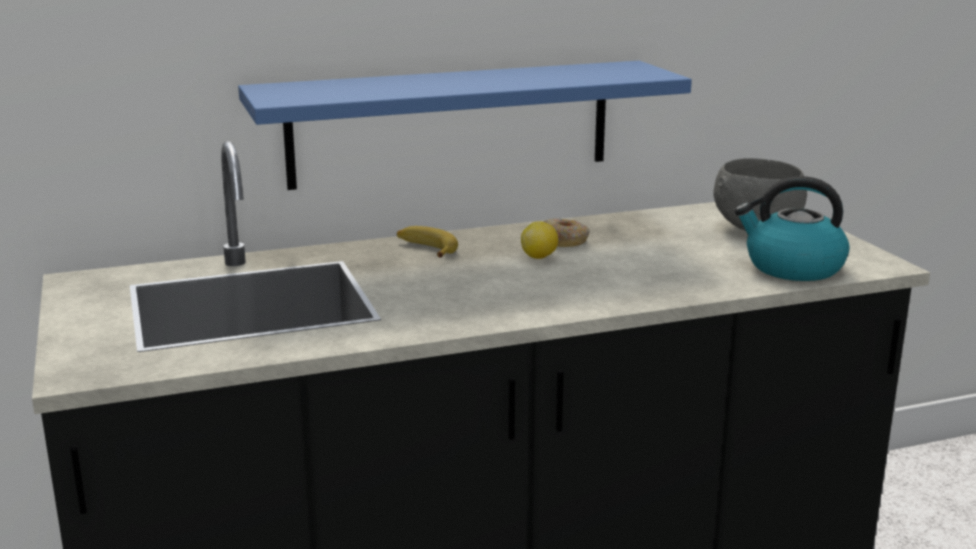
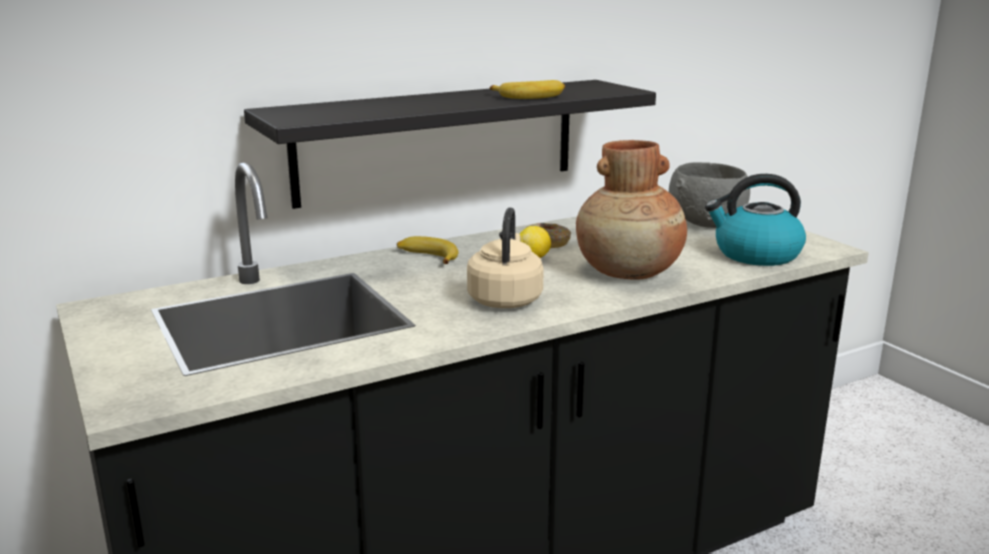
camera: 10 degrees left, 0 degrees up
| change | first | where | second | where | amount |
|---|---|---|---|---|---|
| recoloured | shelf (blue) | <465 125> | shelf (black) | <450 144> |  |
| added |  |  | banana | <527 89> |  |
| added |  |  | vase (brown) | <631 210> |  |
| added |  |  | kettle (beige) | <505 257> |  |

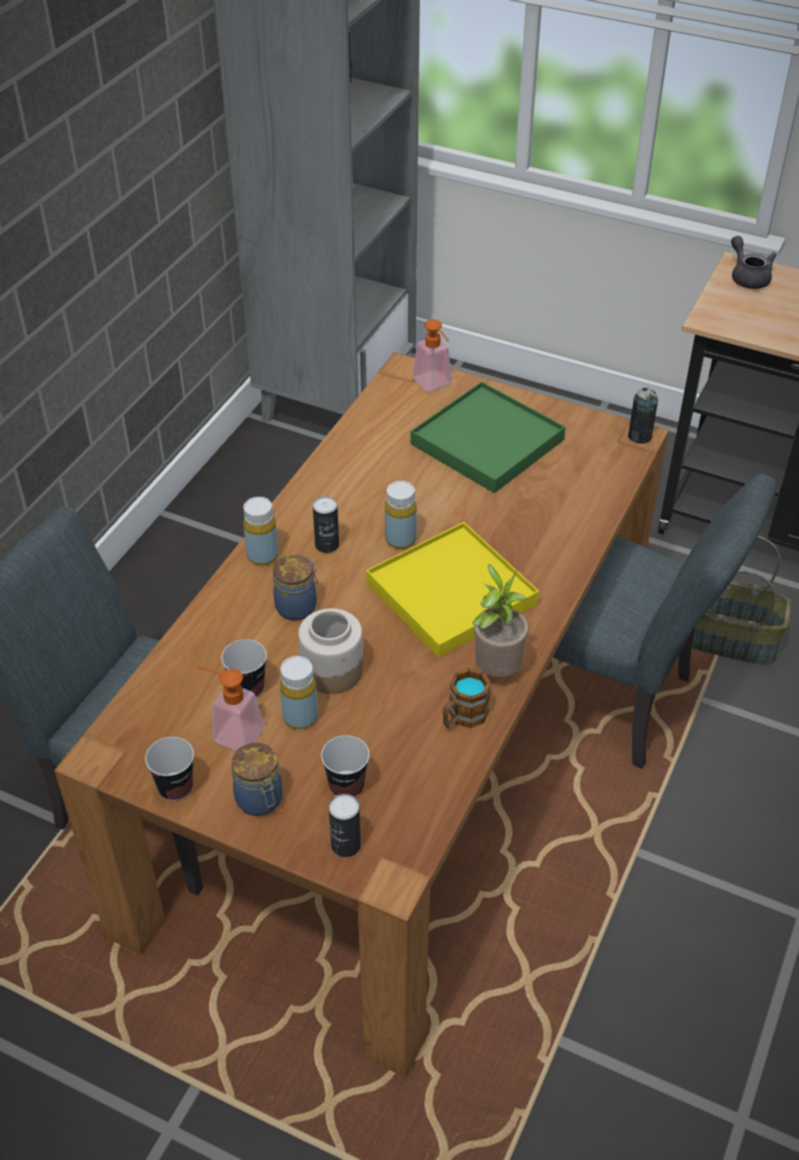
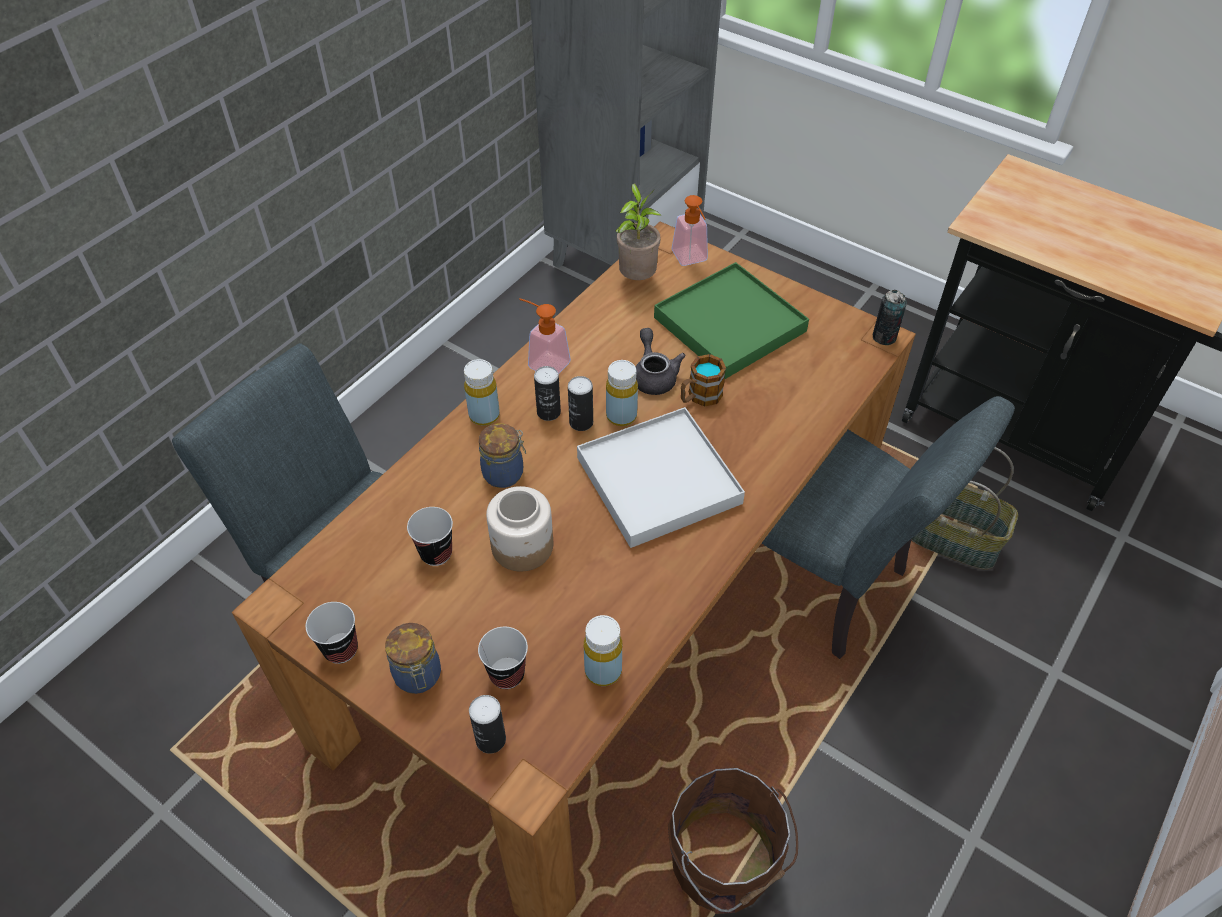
camera: 10 degrees right, 5 degrees up
| change | first | where | second | where | amount |
|---|---|---|---|---|---|
| moved | teapot (grey) | <754 262> |  | <660 361> |  |
| recoloured | tray (yellow) | <452 590> | tray (white) | <661 477> |  |
| moved | potted plant | <500 620> |  | <638 232> |  |
| moved | bottle (yellow) | <299 692> |  | <603 650> |  |
| moved | soap dispenser | <230 708> |  | <545 336> |  |
| moved | mug | <467 698> |  | <703 380> |  |
| added |  |  | can | <580 403> |  |
| added |  |  | bucket (brown) | <733 841> |  |

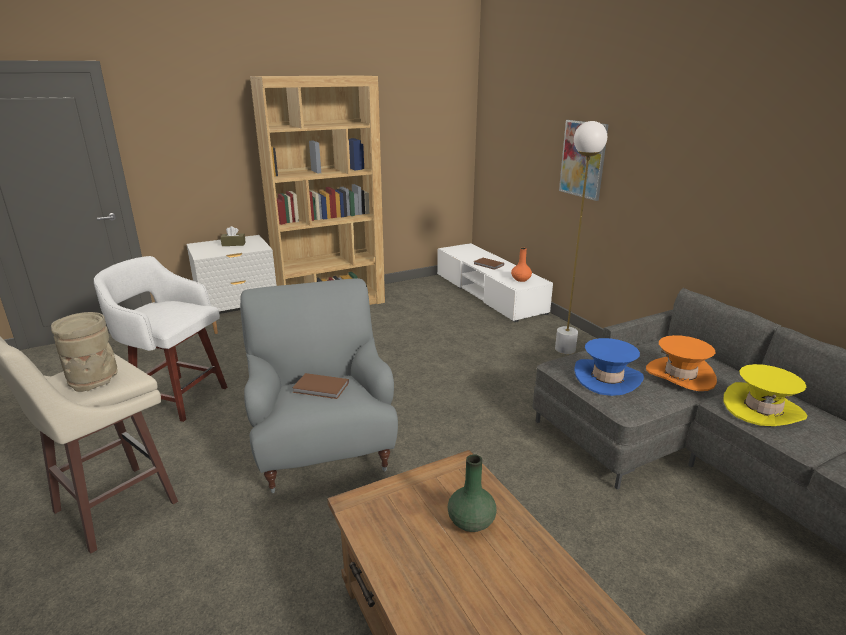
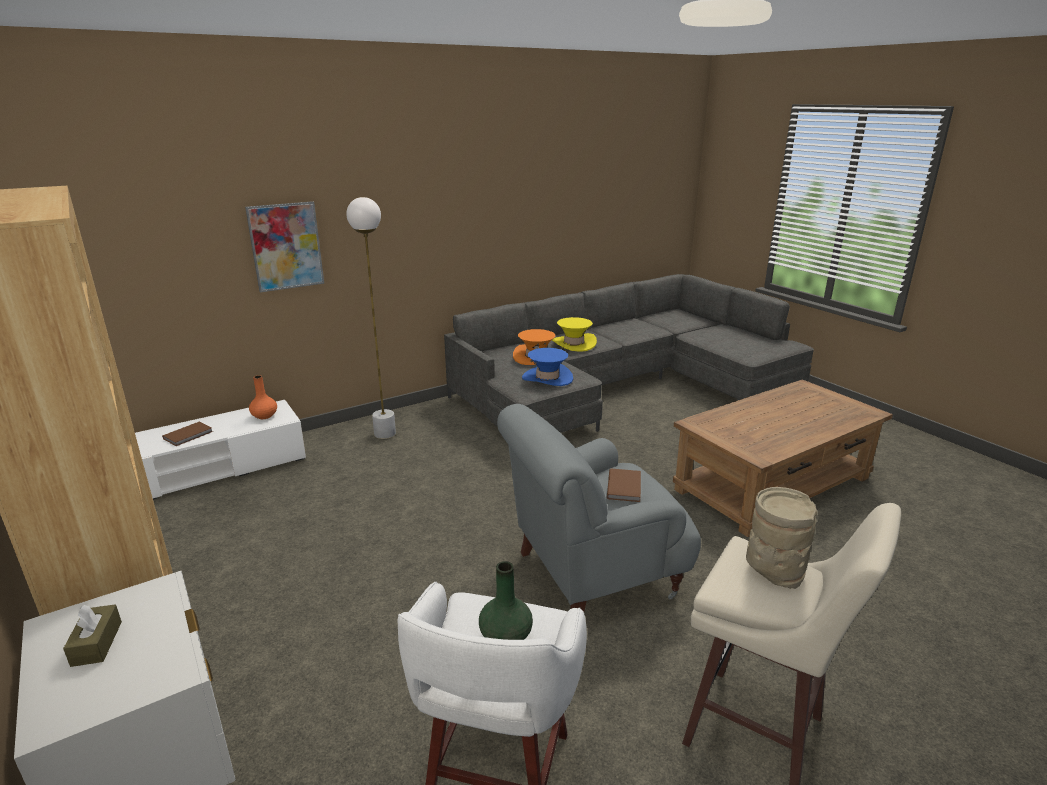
camera: 95 degrees left, 0 degrees up
| change | first | where | second | where | amount |
|---|---|---|---|---|---|
| moved | vase (green) | <472 493> |  | <506 600> |  |

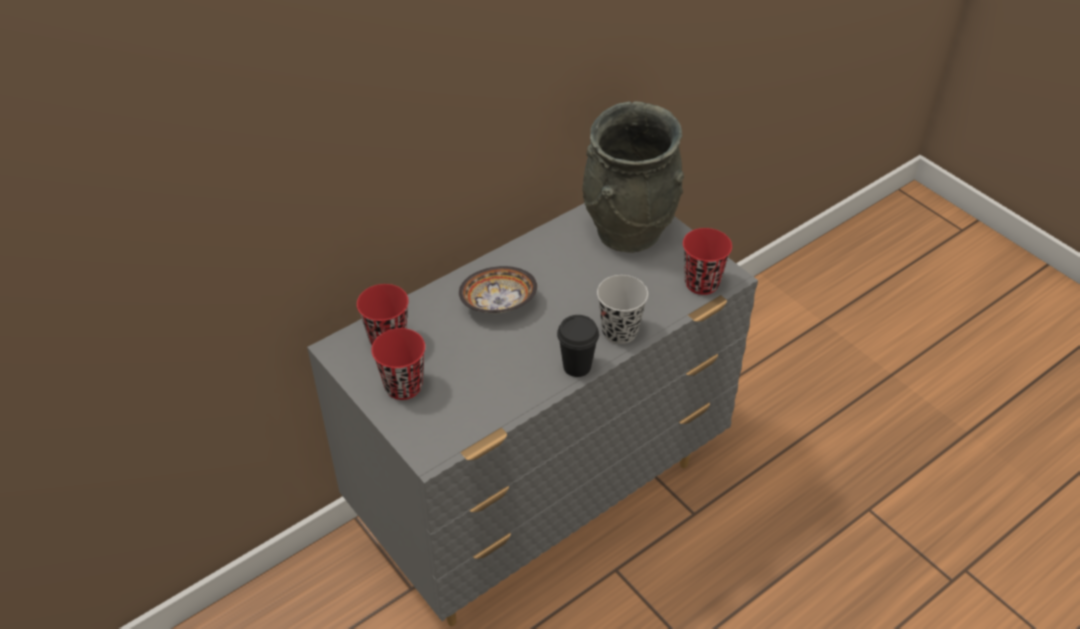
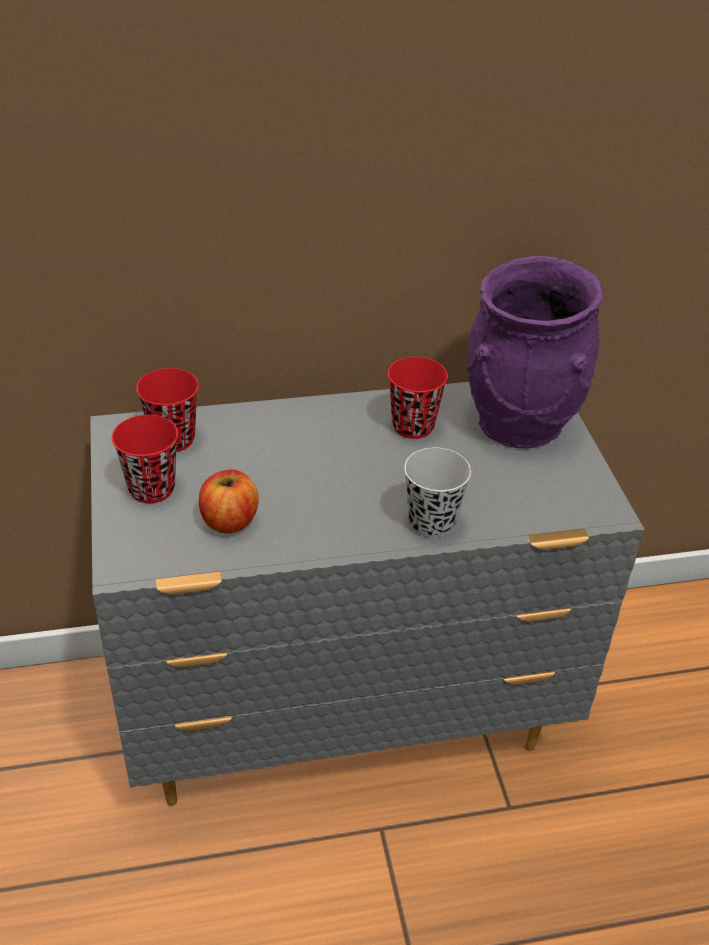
camera: 25 degrees right, 5 degrees down
| change | first | where | second | where | amount |
|---|---|---|---|---|---|
| recoloured | vase (grey) | <633 177> | vase (purple) | <534 352> |  |
| moved | cup (red) | <707 261> |  | <418 398> |  |
| removed | bowl | <498 290> |  |  |  |
| removed | cup (black) | <578 346> |  |  |  |
| added |  |  | apple | <229 501> |  |

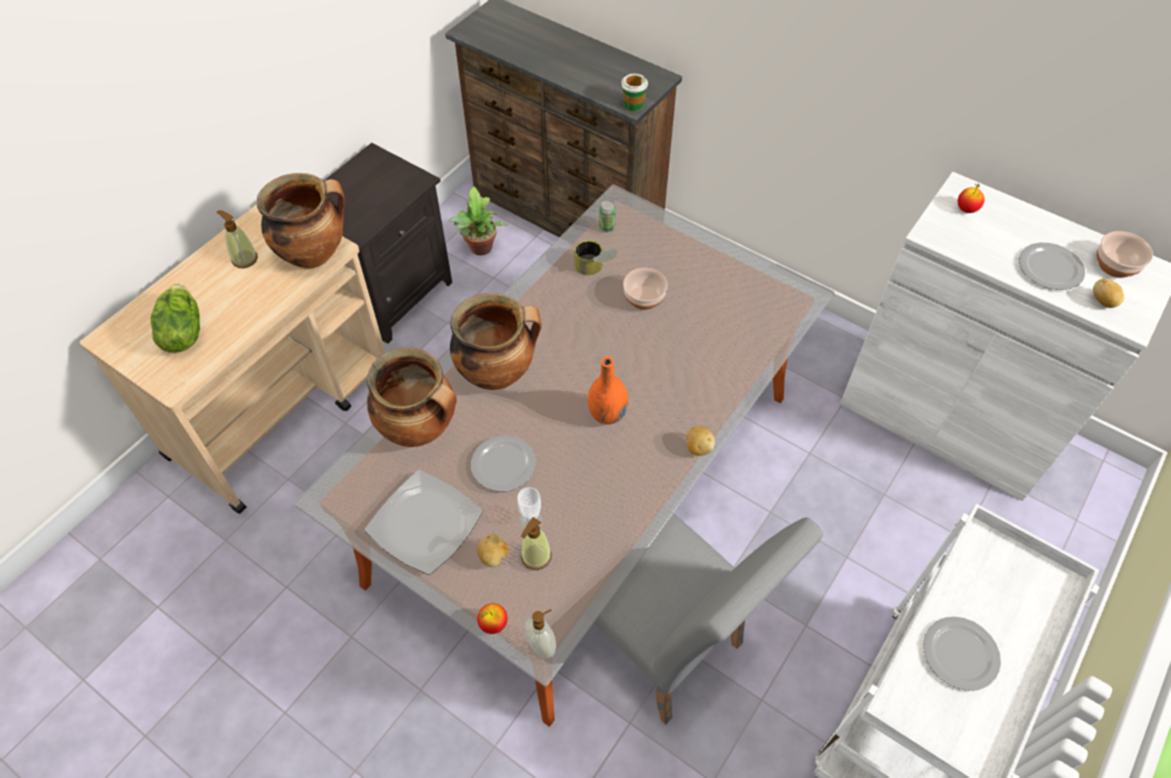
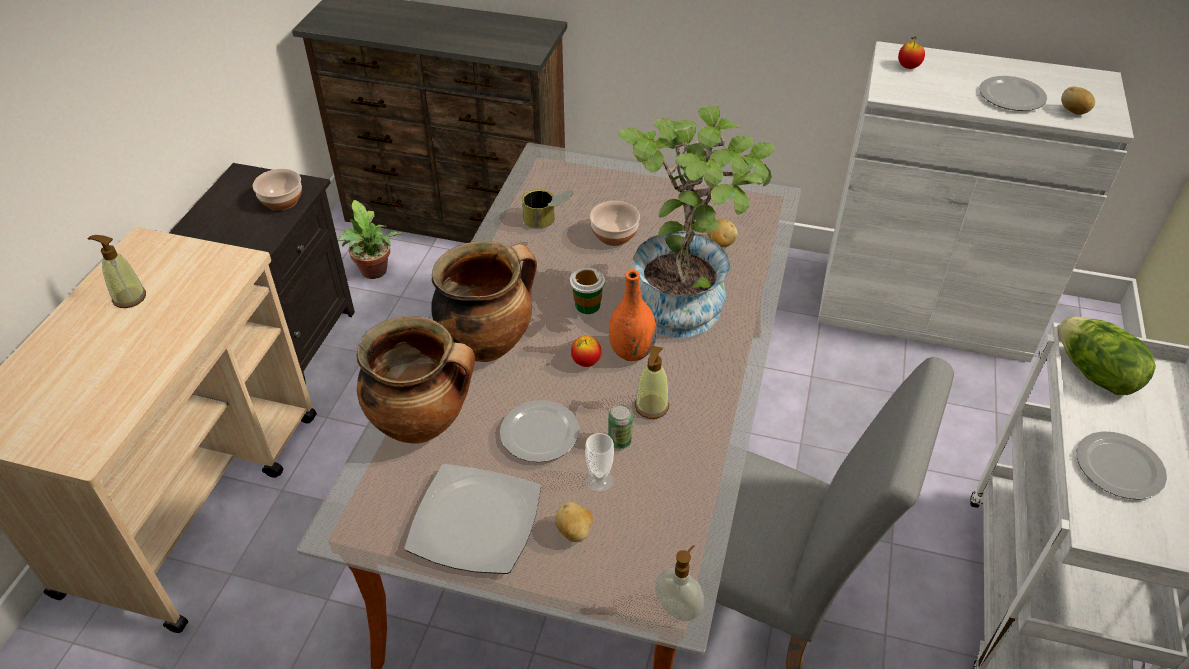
camera: 20 degrees left, 10 degrees down
| change | first | where | second | where | amount |
|---|---|---|---|---|---|
| moved | cup | <634 92> |  | <587 291> |  |
| removed | cooking pot | <301 221> |  |  |  |
| moved | can | <607 216> |  | <620 426> |  |
| moved | bowl | <1125 254> |  | <277 190> |  |
| moved | lettuce | <175 318> |  | <1107 356> |  |
| moved | potato | <700 441> |  | <721 233> |  |
| moved | soap dispenser | <536 543> |  | <652 382> |  |
| moved | apple | <492 618> |  | <586 351> |  |
| added |  |  | potted plant | <696 221> |  |

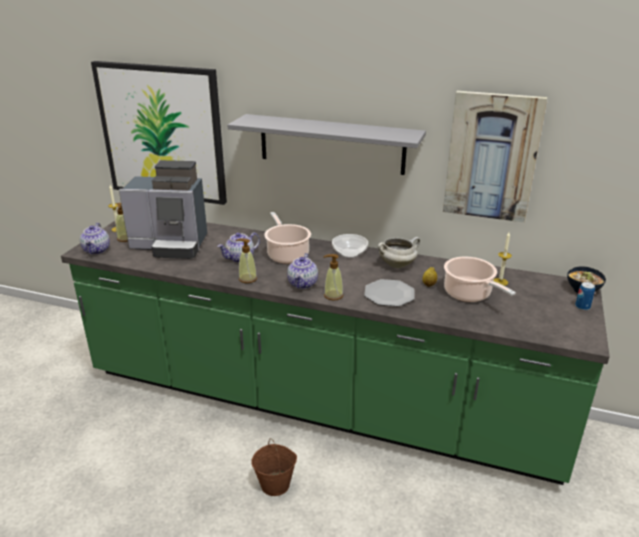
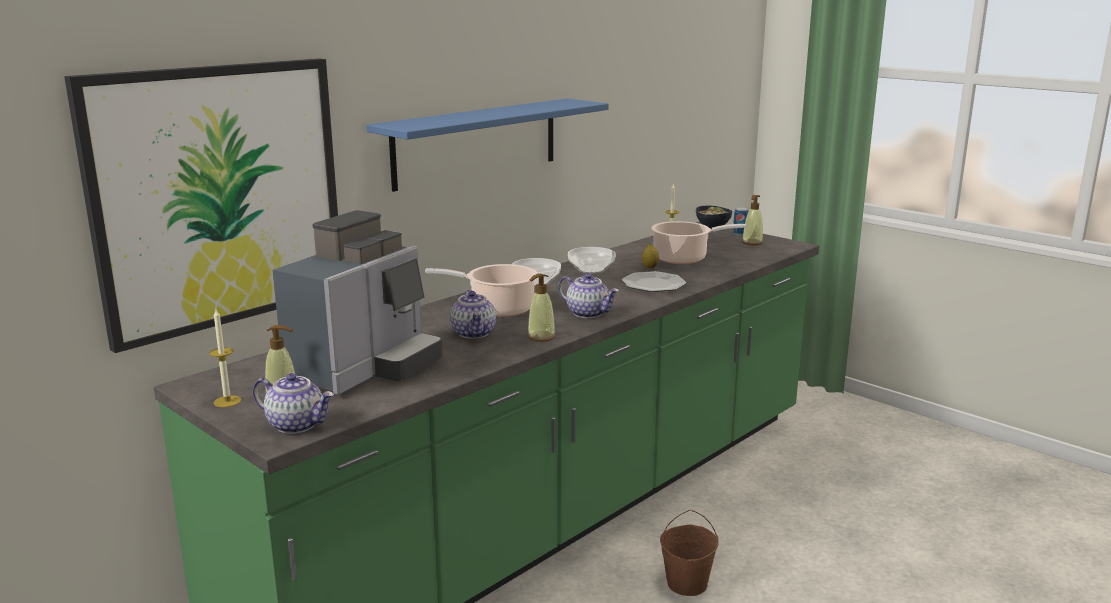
camera: 65 degrees left, 10 degrees down
| change | first | where | second | where | amount |
|---|---|---|---|---|---|
| removed | picture | <495 156> |  |  |  |
| recoloured | shelf (grey) | <326 144> | shelf (blue) | <487 145> |  |
| replaced | cooking pot (white) | <399 252> | bowl | <592 260> |  |
| moved | soap dispenser | <333 277> |  | <752 220> |  |

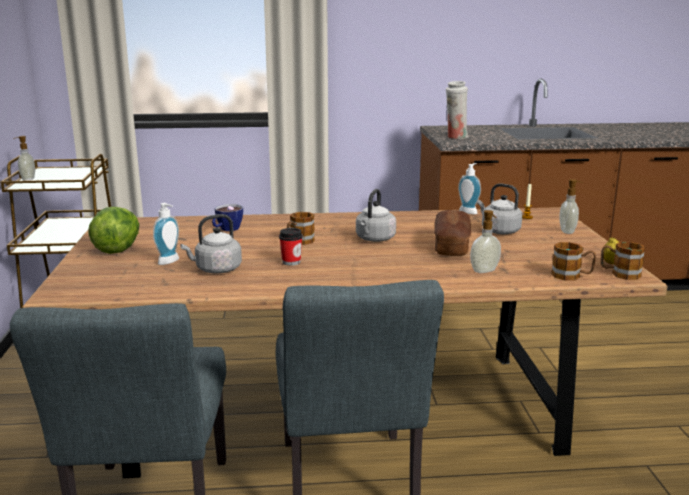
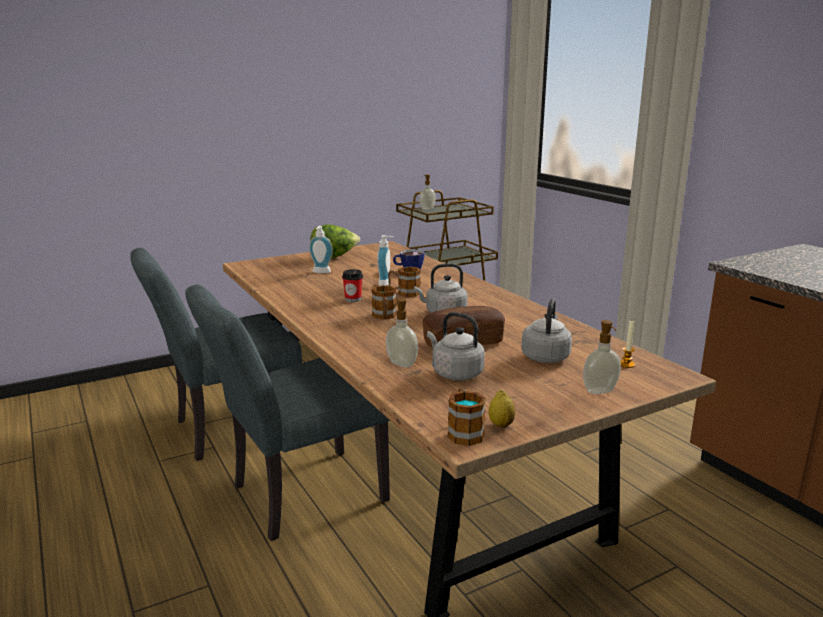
camera: 65 degrees right, 0 degrees up
| change | first | where | second | where | amount |
|---|---|---|---|---|---|
| removed | vase (white) | <457 110> |  |  |  |
| moved | soap dispenser | <469 188> |  | <385 260> |  |
| moved | kettle (grey) | <211 243> |  | <456 346> |  |
| moved | mug | <573 261> |  | <384 302> |  |

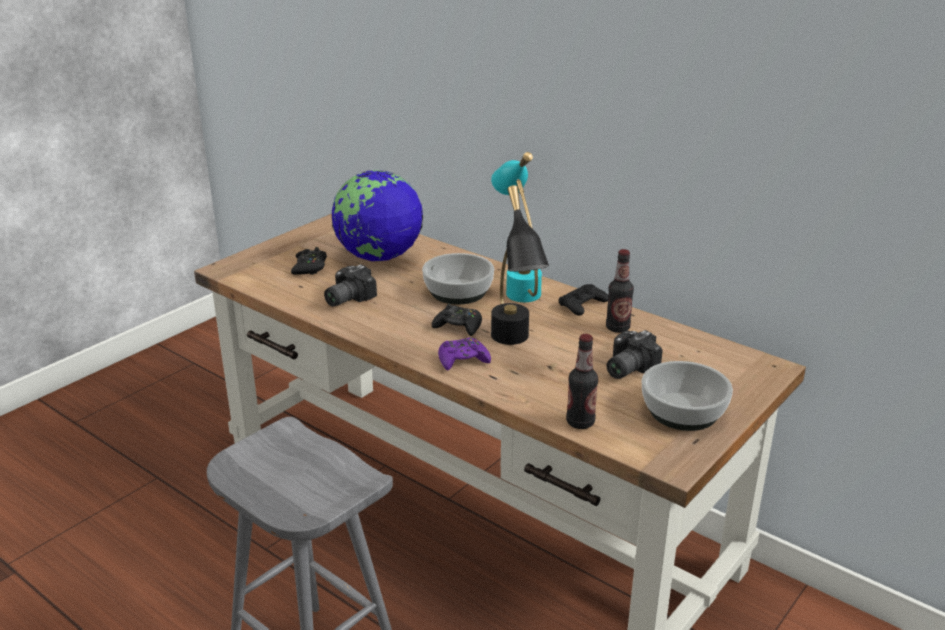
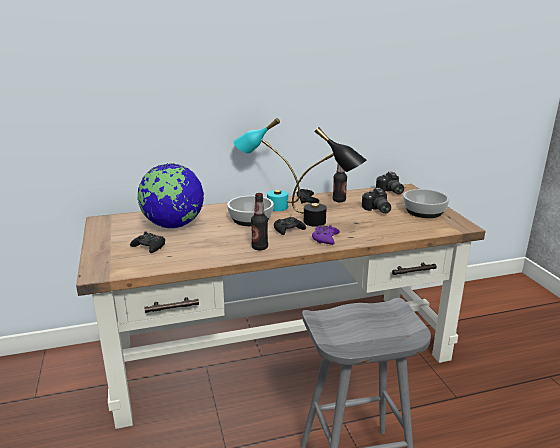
camera: 55 degrees left, 5 degrees down
| change | first | where | second | where | amount |
|---|---|---|---|---|---|
| moved | photo camera | <350 285> |  | <390 183> |  |
| moved | bottle | <582 381> |  | <259 221> |  |

